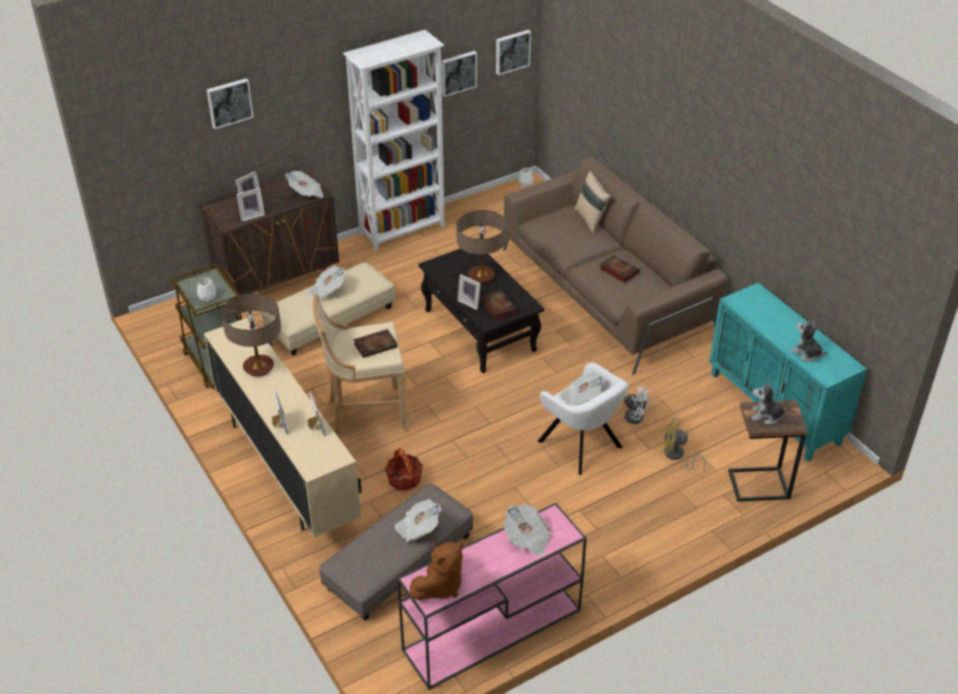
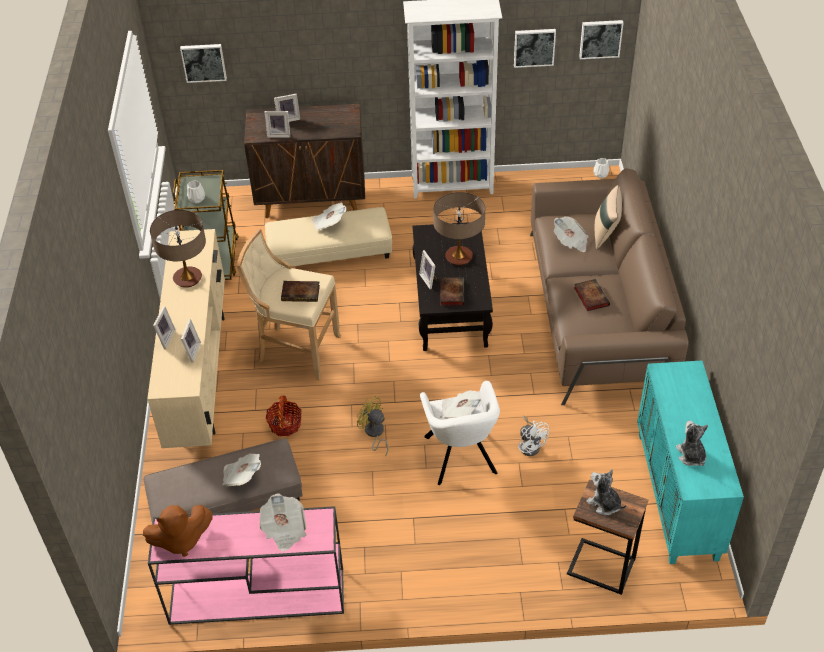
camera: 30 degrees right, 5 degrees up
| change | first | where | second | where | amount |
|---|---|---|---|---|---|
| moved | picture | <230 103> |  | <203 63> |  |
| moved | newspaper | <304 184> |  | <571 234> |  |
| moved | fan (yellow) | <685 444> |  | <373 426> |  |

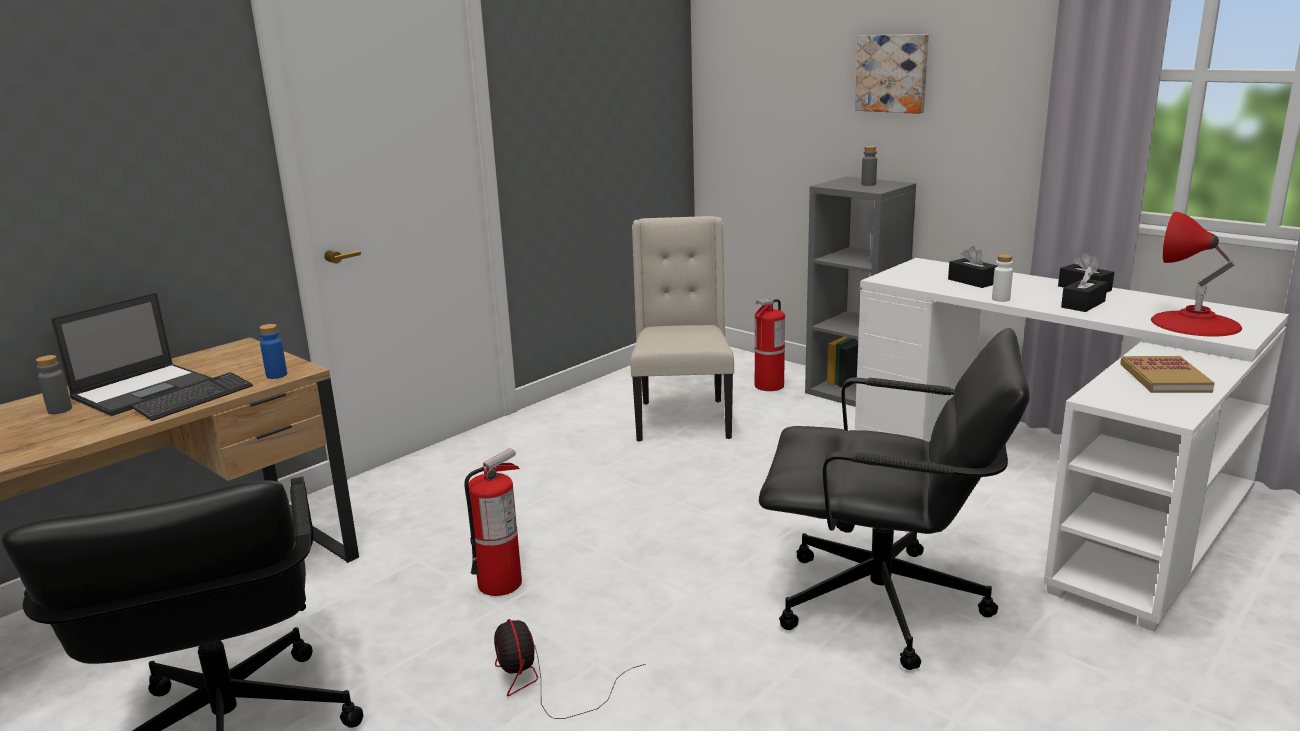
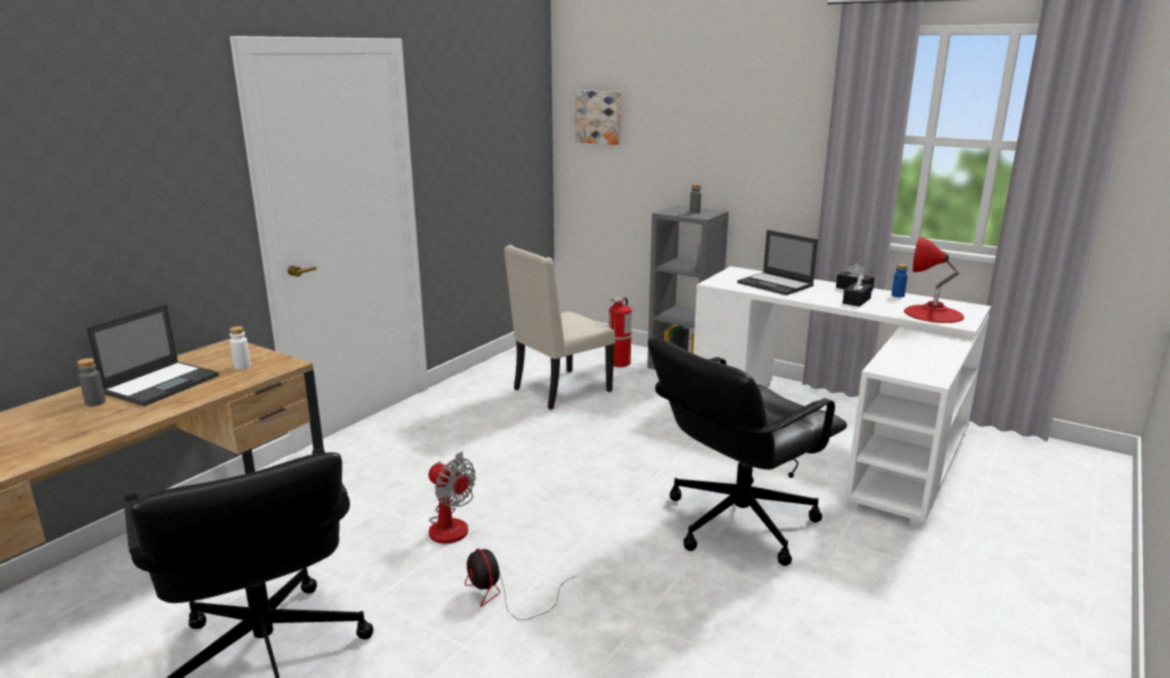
camera: 10 degrees left, 0 degrees up
| change | first | where | second | where | amount |
|---|---|---|---|---|---|
| moved | picture | <892 74> |  | <598 117> |  |
| turned | chair (beige) | <682 328> |  | <559 327> | 120 degrees counterclockwise |
| replaced | tissue box (black) | <973 267> | laptop | <777 262> |  |
| moved | bottle (white) | <1002 278> |  | <240 348> |  |
| moved | bottle (blue) | <273 351> |  | <900 280> |  |
| turned | office chair (black) | <894 499> |  | <747 452> | 135 degrees clockwise |
| removed | book | <1167 374> |  |  |  |
| removed | keyboard | <192 396> |  |  |  |
| replaced | fire extinguisher | <493 522> | fan | <452 497> |  |

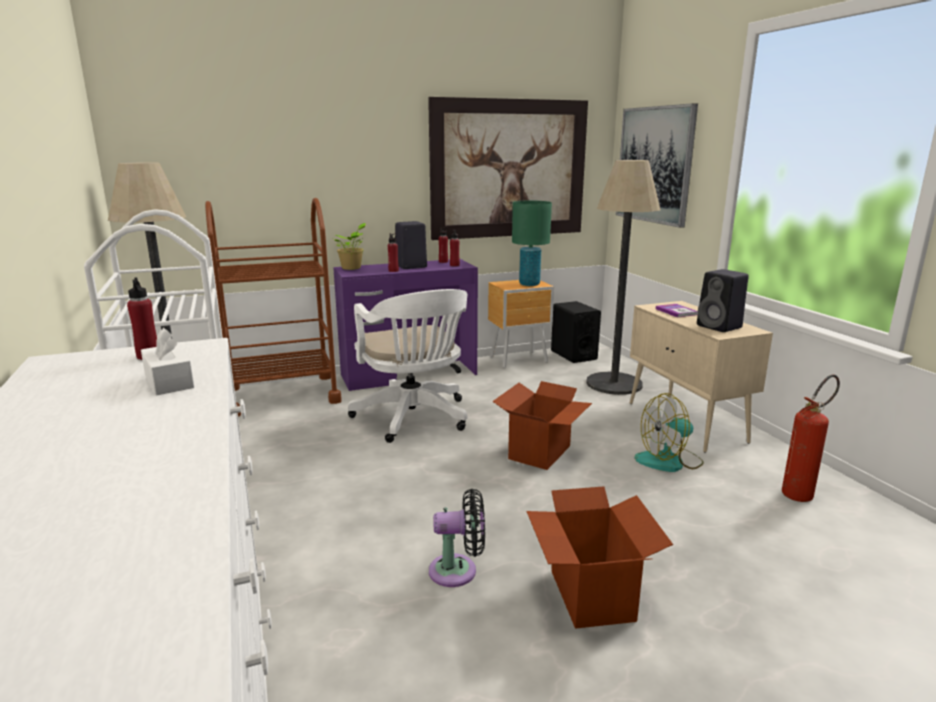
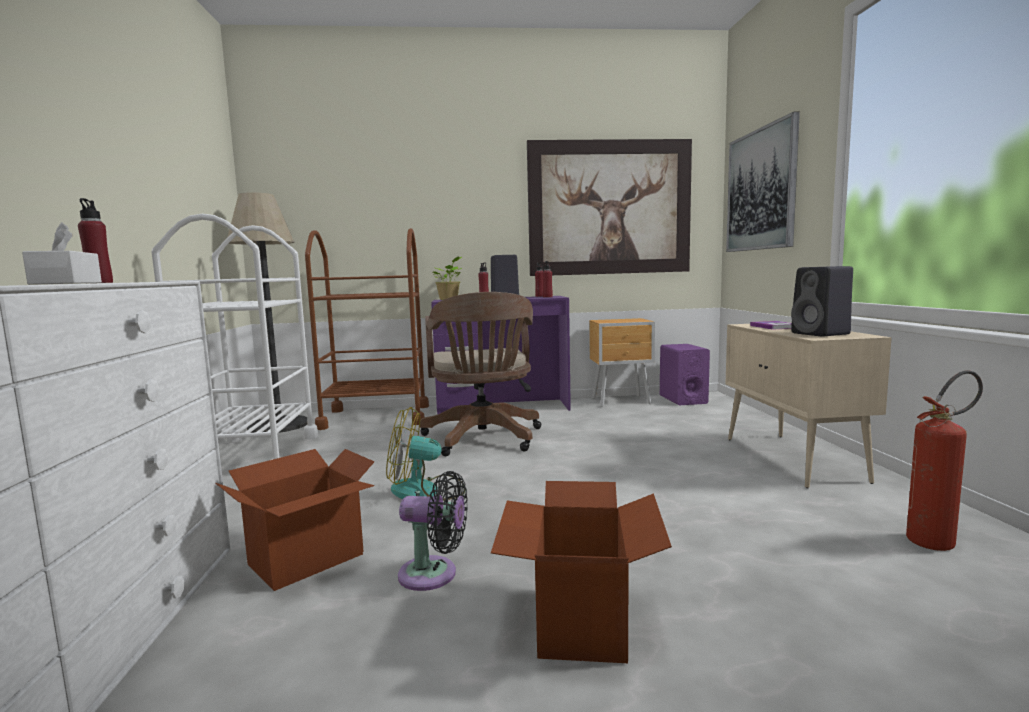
camera: 15 degrees right, 10 degrees down
| change | first | where | second | where | amount |
|---|---|---|---|---|---|
| removed | floor lamp | <623 277> |  |  |  |
| removed | table lamp (green) | <532 243> |  |  |  |
| recoloured | office chair (white) | <407 366> | office chair (brown) | <480 374> |  |
| recoloured | speaker (black) | <576 332> | speaker (purple) | <685 374> |  |
| moved | cardboard box | <542 425> |  | <294 520> |  |
| moved | fan | <669 432> |  | <425 454> |  |

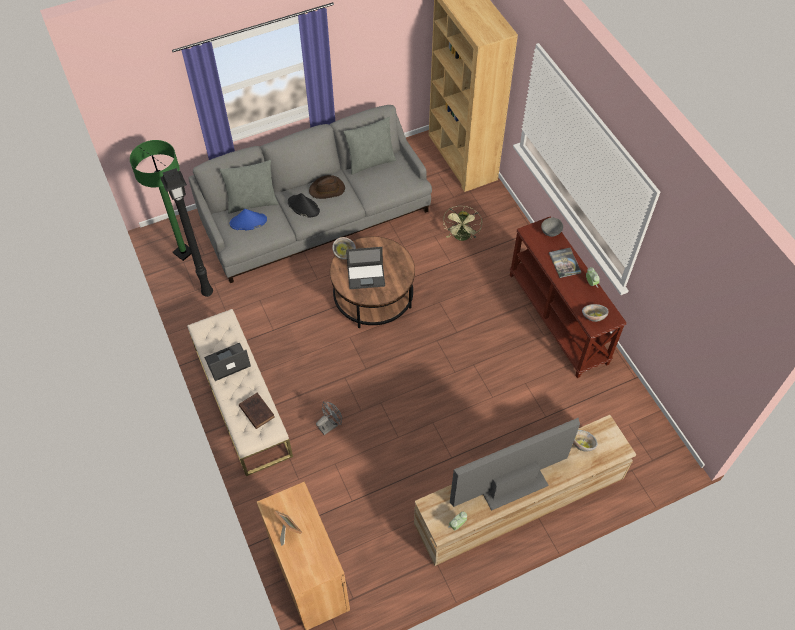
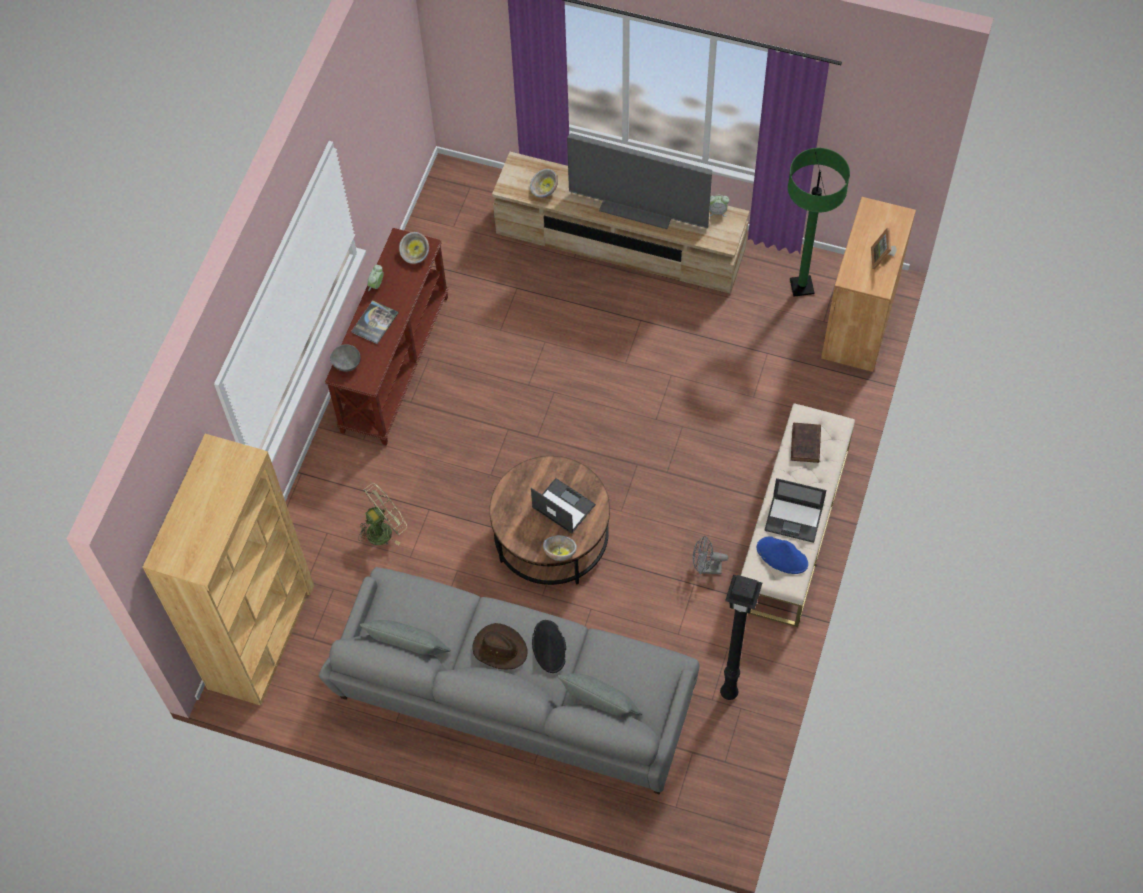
camera: 135 degrees left, 5 degrees up
| change | first | where | second | where | amount |
|---|---|---|---|---|---|
| moved | floor lamp (green) | <160 200> |  | <819 222> |  |
| moved | hat (blue) | <248 219> |  | <782 555> |  |
| moved | fan (grey) | <329 418> |  | <710 555> |  |

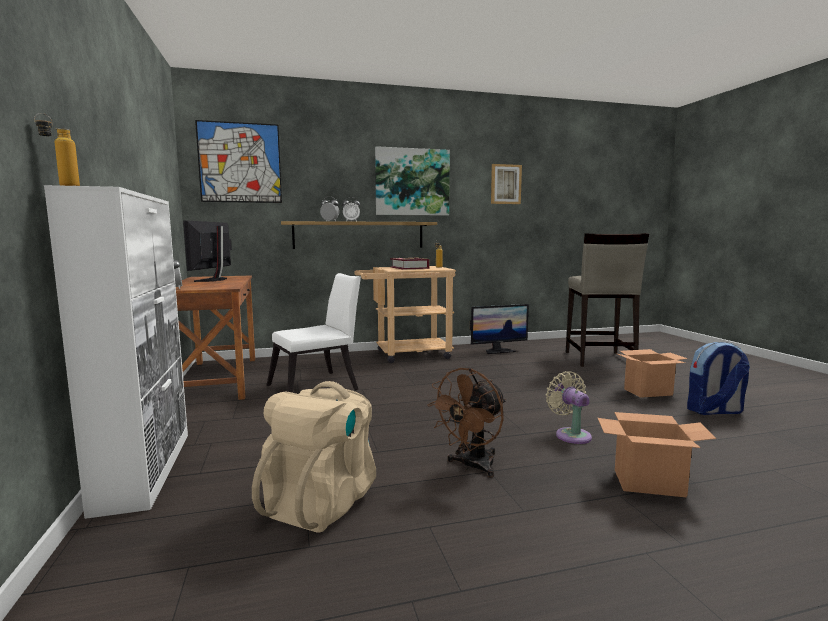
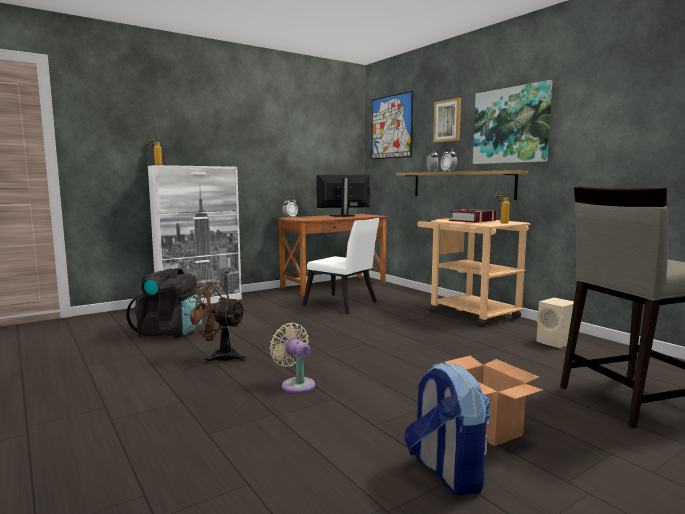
camera: 70 degrees right, 0 degrees up
| change | first | where | second | where | amount |
|---|---|---|---|---|---|
| moved | picture | <506 184> |  | <447 120> |  |
| replaced | monitor | <499 329> | speaker (beige) | <555 323> |  |
| turned | fan (beige) | <569 407> |  | <292 358> | 90 degrees counterclockwise |
| recoloured | backpack (beige) | <314 457> | backpack (black) | <164 303> |  |
| removed | cardboard box | <657 455> |  |  |  |

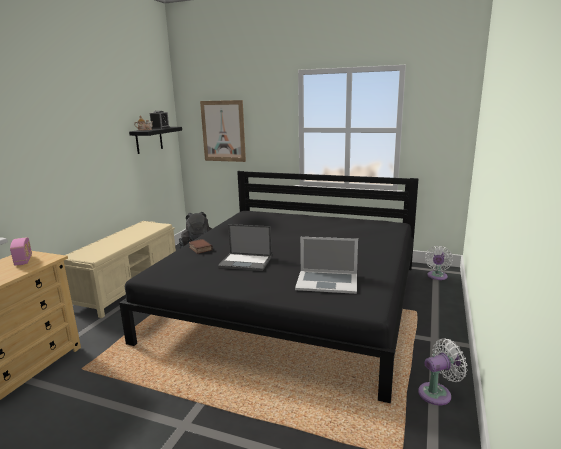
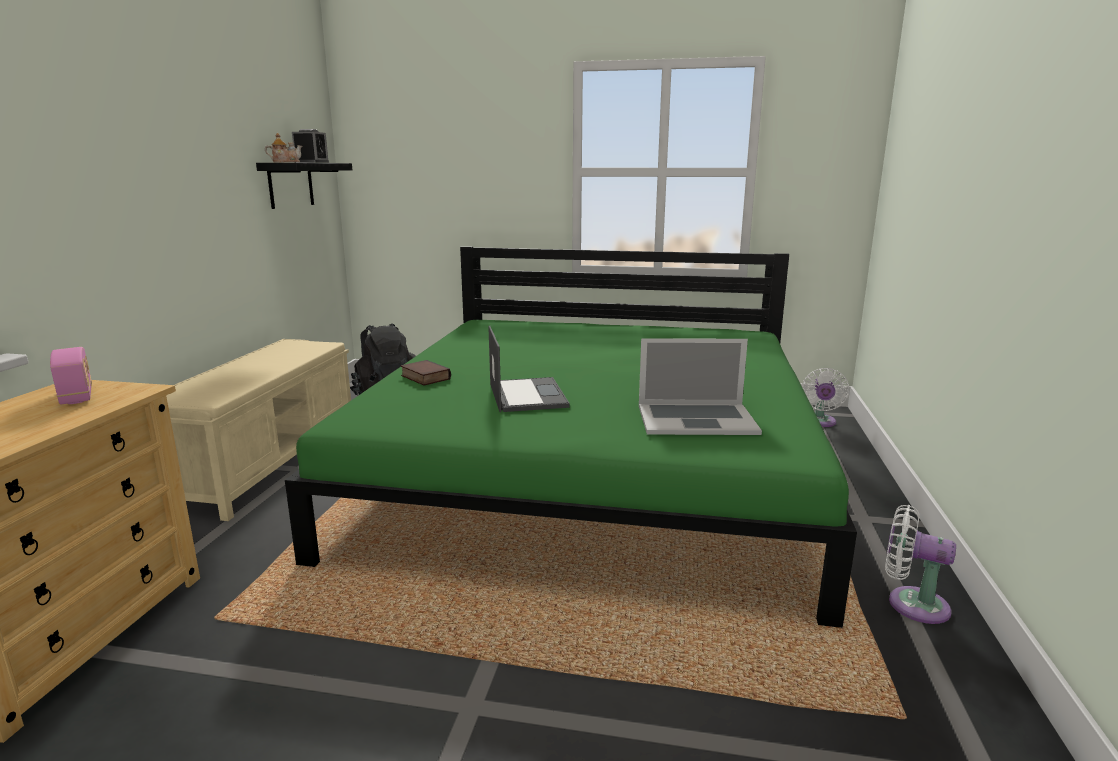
camera: 10 degrees left, 0 degrees up
| change | first | where | second | where | amount |
|---|---|---|---|---|---|
| removed | picture | <223 131> |  |  |  |
| recoloured | bed (black) | <269 287> | bed (green) | <571 437> |  |
| turned | laptop | <245 247> |  | <529 369> | 105 degrees counterclockwise |
| turned | fan (white) | <442 371> |  | <920 564> | 120 degrees counterclockwise |

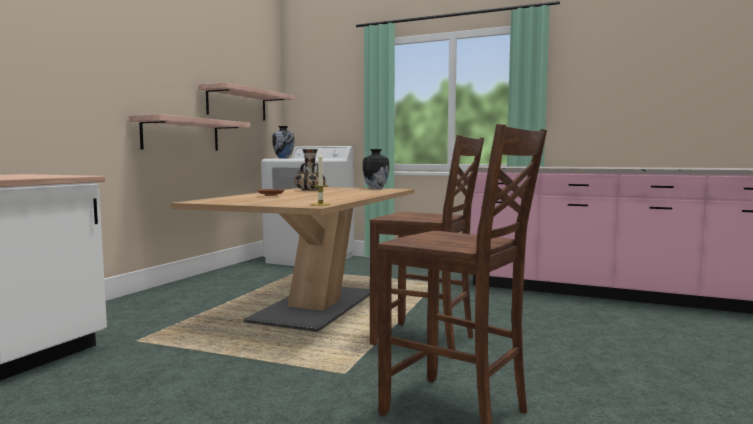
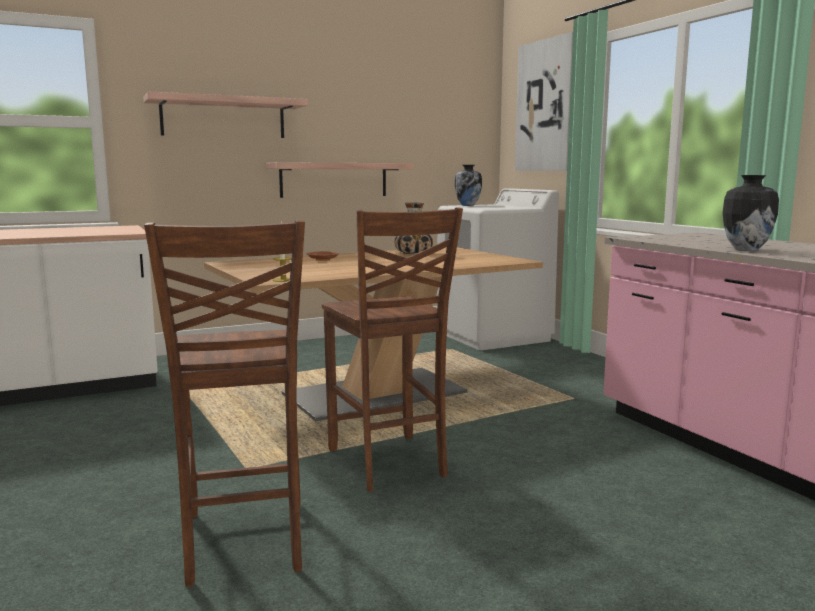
camera: 40 degrees right, 5 degrees up
| change | first | where | second | where | amount |
|---|---|---|---|---|---|
| moved | shelf | <246 101> |  | <225 115> |  |
| moved | vase | <376 169> |  | <751 213> |  |
| added |  |  | picture | <544 101> |  |

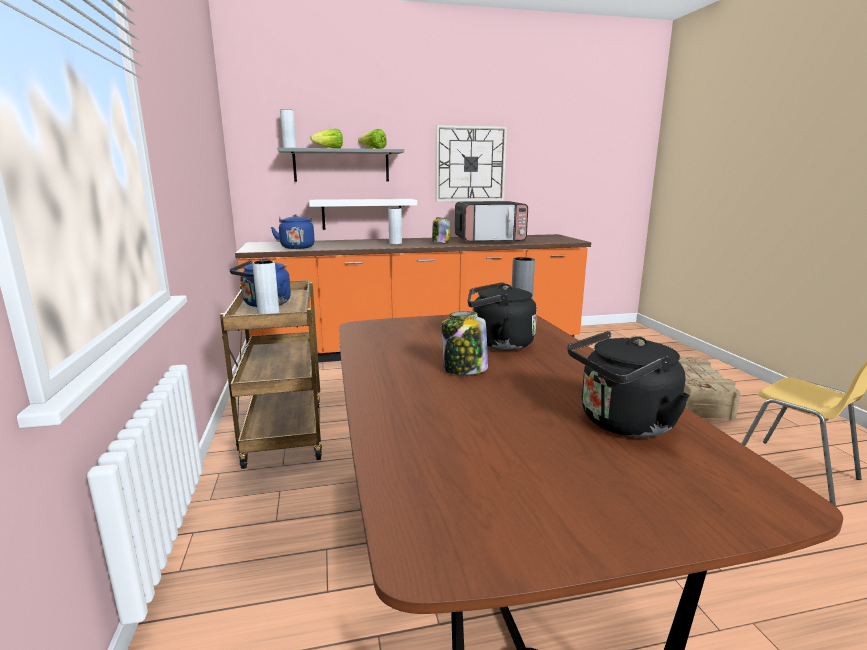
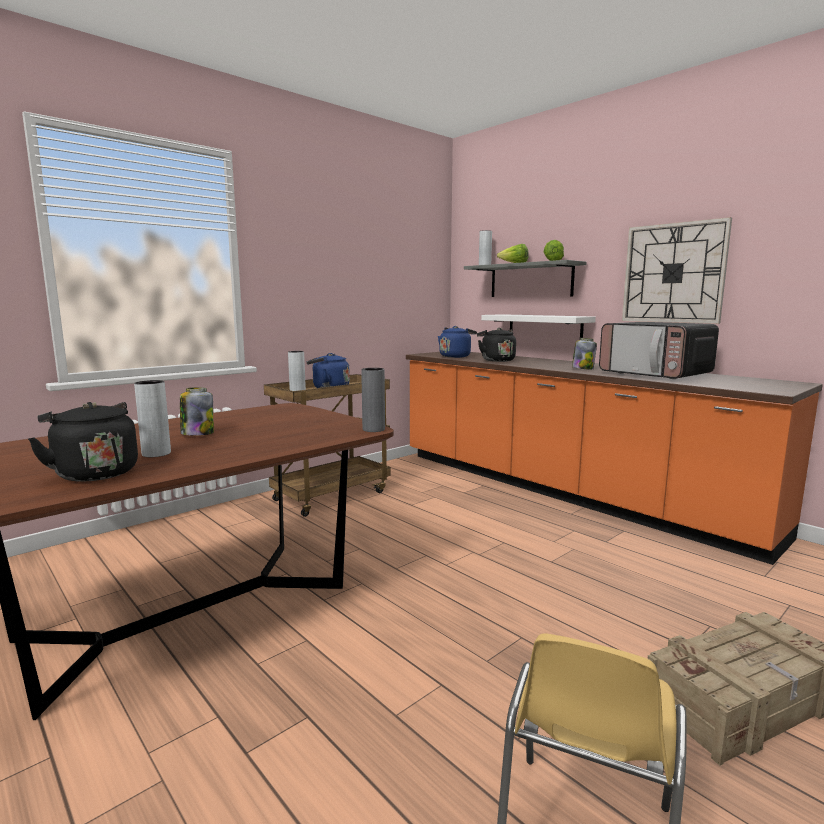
camera: 60 degrees right, 5 degrees down
| change | first | where | second | where | amount |
|---|---|---|---|---|---|
| moved | vase (grey) | <395 226> |  | <152 418> |  |
| moved | kettle (black) | <502 316> |  | <496 345> |  |

